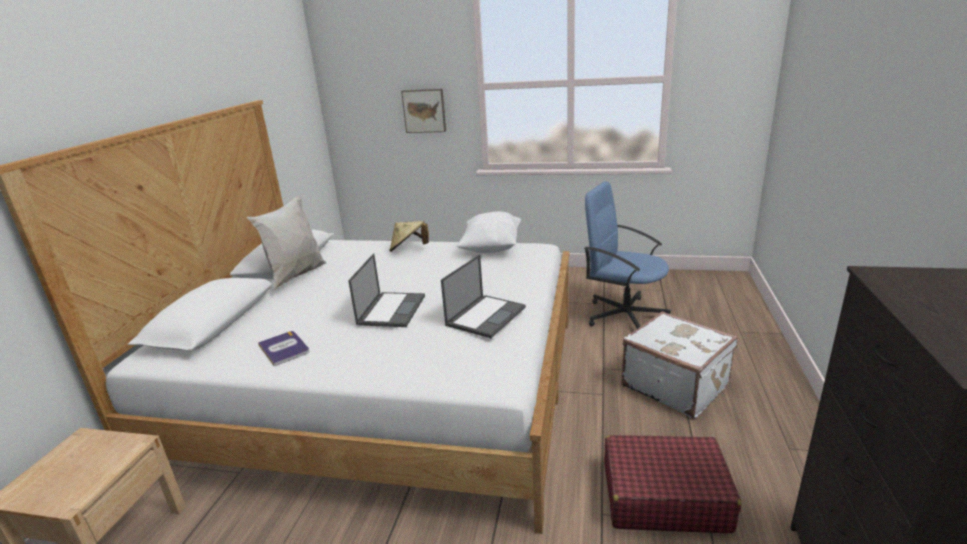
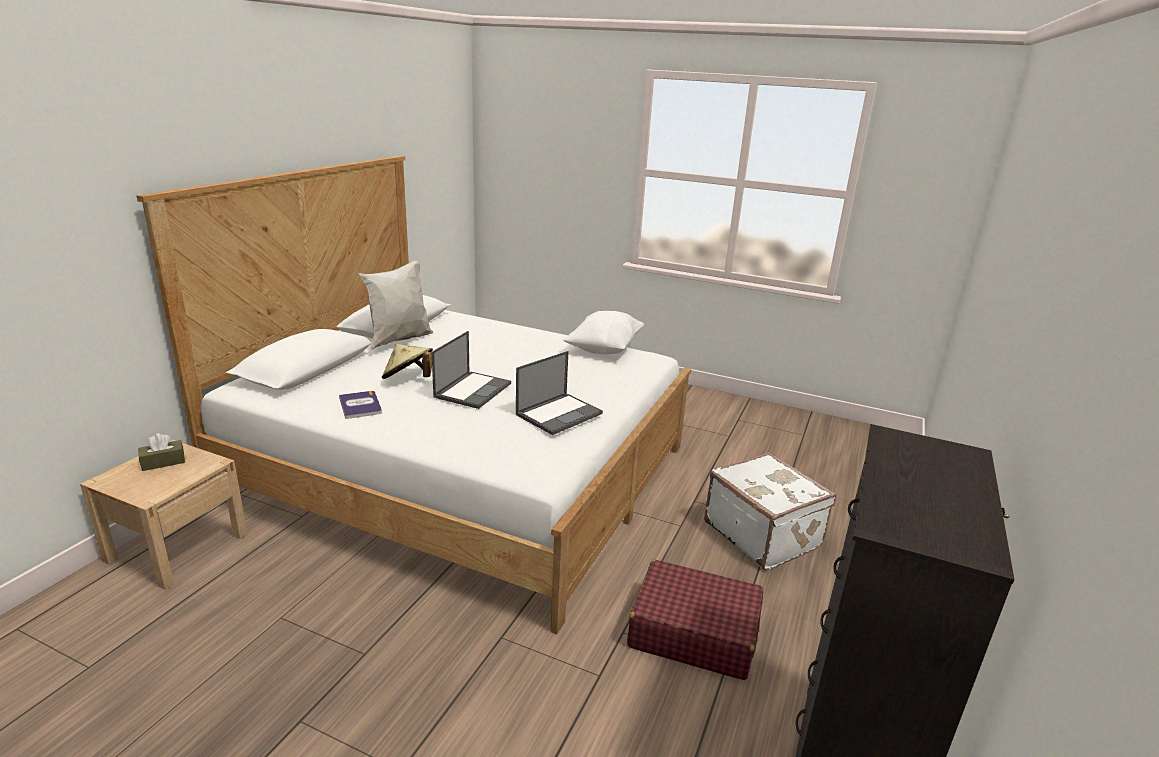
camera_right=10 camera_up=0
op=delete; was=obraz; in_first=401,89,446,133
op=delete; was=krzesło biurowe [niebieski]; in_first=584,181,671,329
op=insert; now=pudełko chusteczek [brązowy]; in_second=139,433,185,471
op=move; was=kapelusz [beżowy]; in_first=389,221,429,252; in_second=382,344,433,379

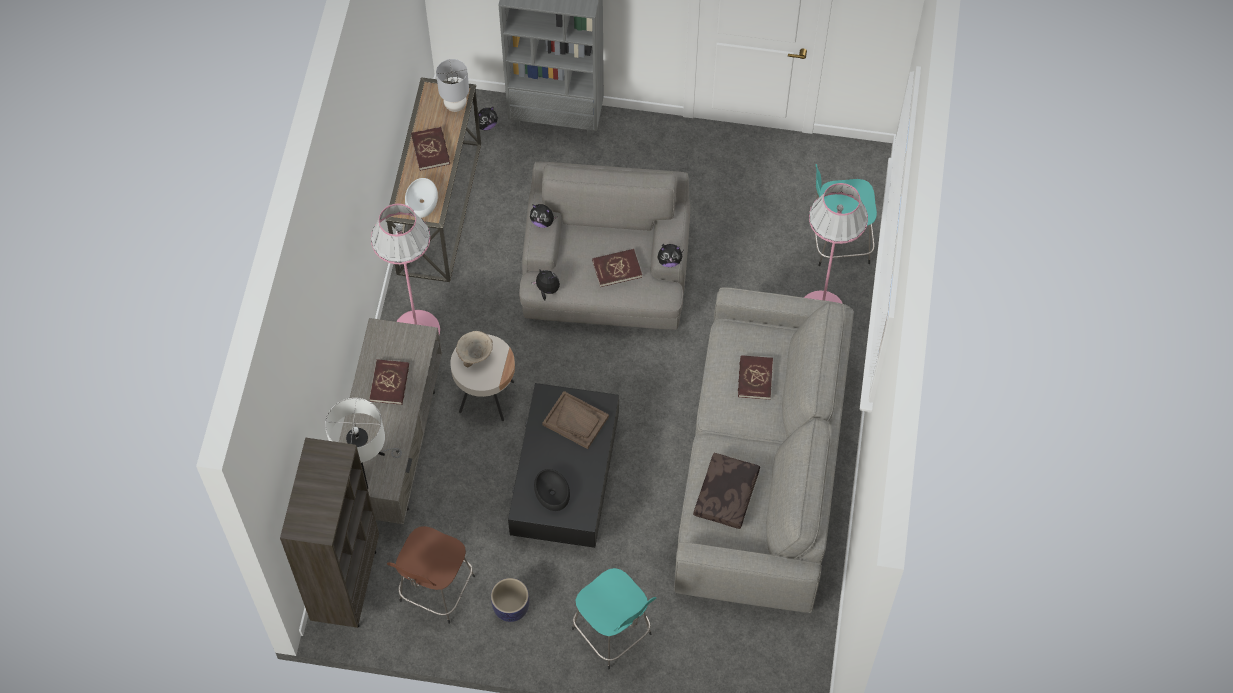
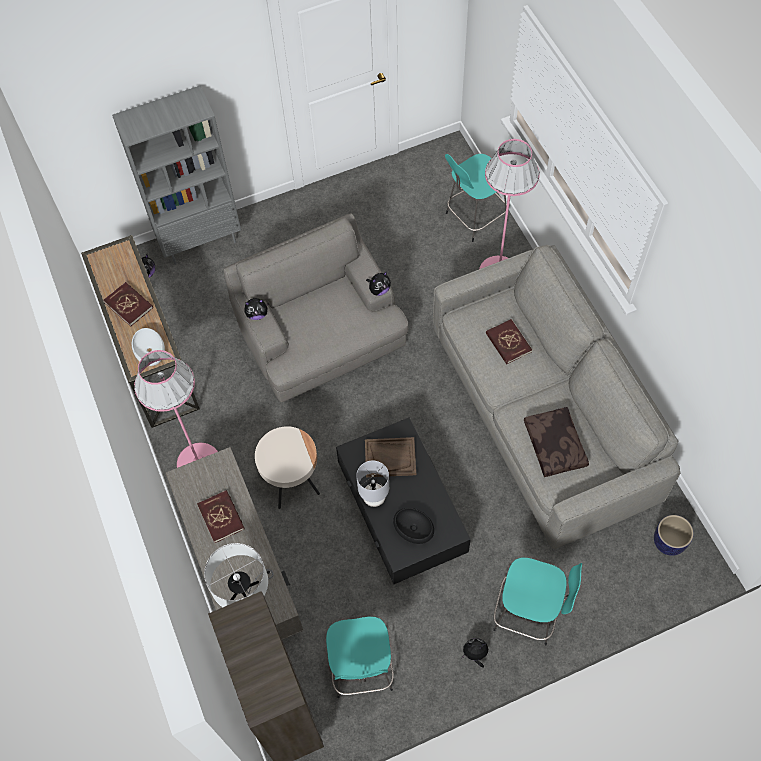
camera_right=-30 camera_up=0
op=delete; was=miska [beżowy]; in_first=456,331,493,367
op=delete; was=książka [czerwony]; in_first=592,249,642,287
op=move; was=lampa stołowa [szary]; in_first=436,59,469,112; in_second=356,461,389,507
op=move; was=donica; in_first=491,578,529,622; in_second=654,515,694,556
op=move; was=pluszak; in_first=532,269,560,301; in_second=462,638,488,668
op=recolor; was=stołek [brązowy]; now=stołek [turkusowy]; in_first=387,526,475,624; in_second=326,617,394,698

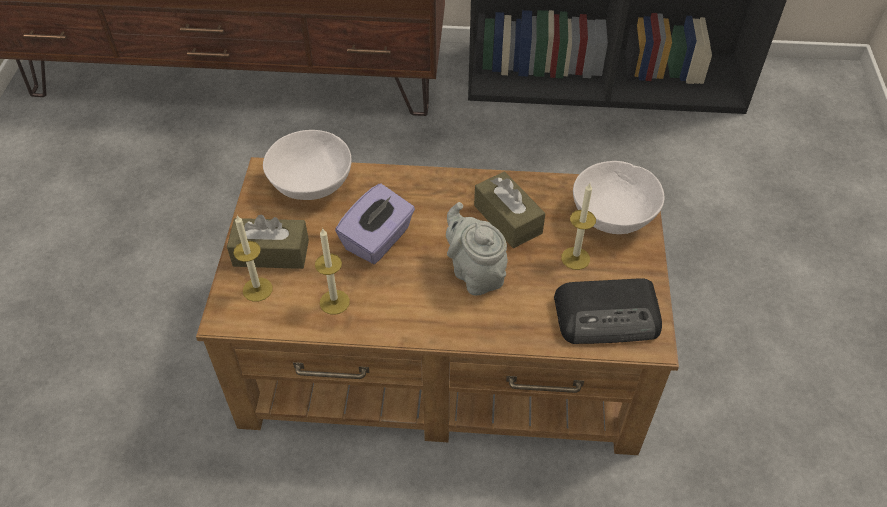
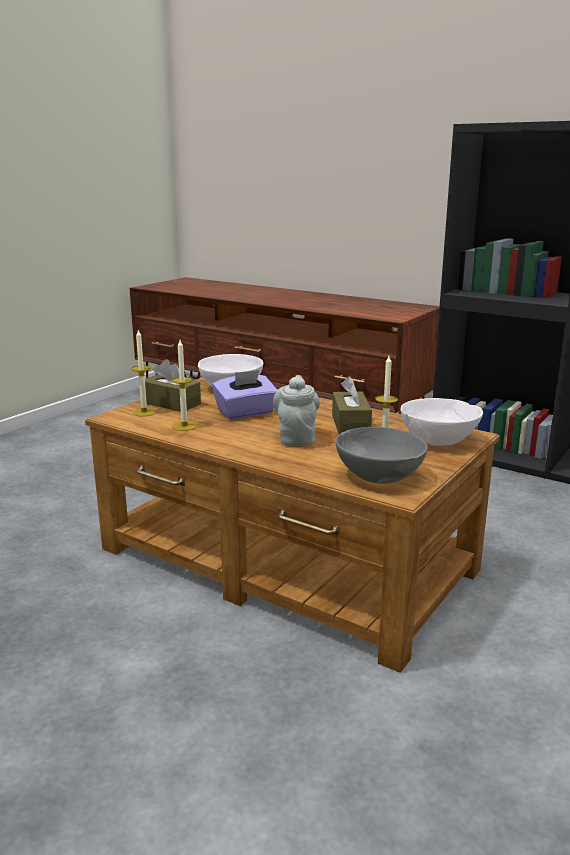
camera_right=30 camera_up=-30
op=replace; was=radio; now=miska [szary]; in_first=554,278,662,344; in_second=336,427,428,484

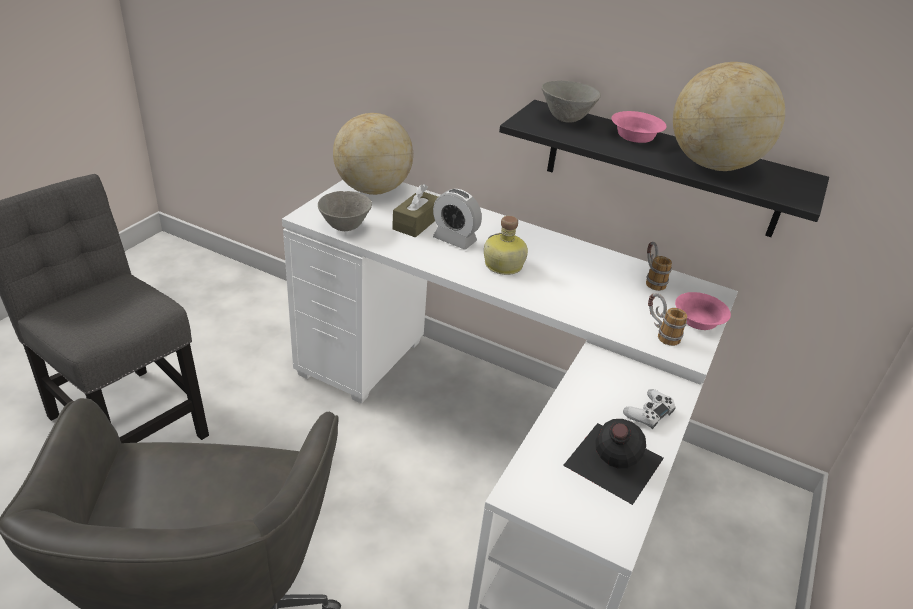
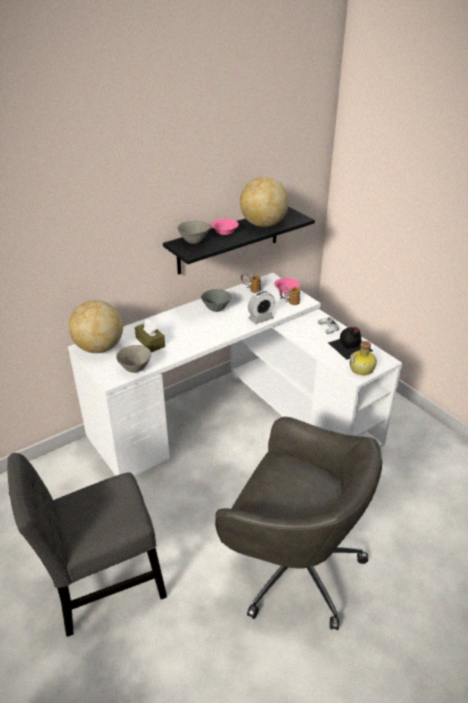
camera_right=-60 camera_up=0
op=insert; now=miska [szary]; in_second=201,289,231,312
op=move; was=budzik; in_first=433,189,482,249; in_second=248,291,275,324
op=move; was=butelka; in_first=484,216,528,275; in_second=350,341,377,376

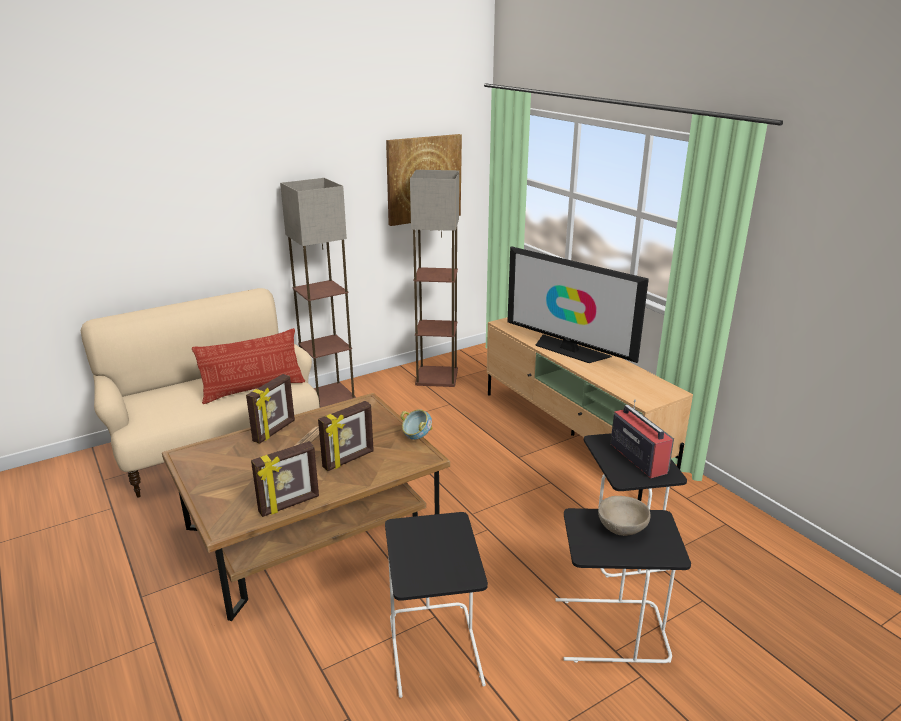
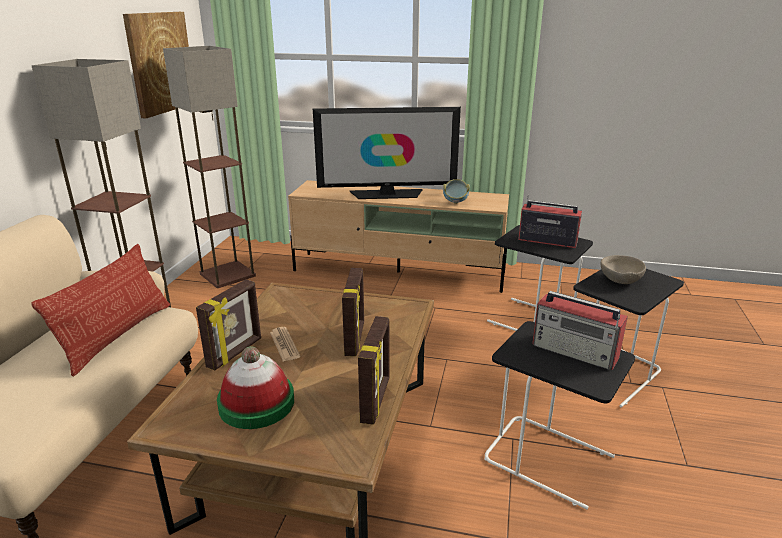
camera_right=-45 camera_up=0
op=insert; now=kapelusz; in_second=217,346,294,429
op=insert; now=radio; in_second=532,291,628,370
op=move; was=miska; in_first=401,409,432,440; in_second=443,179,470,204
op=rotate; was=ramka na zdjęcie; in_first=246,374,295,444; in_second=196,279,261,371; clockwise=45

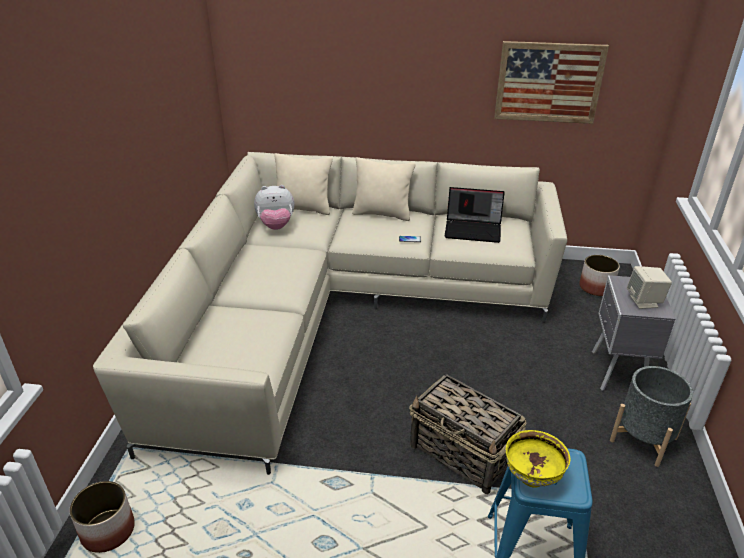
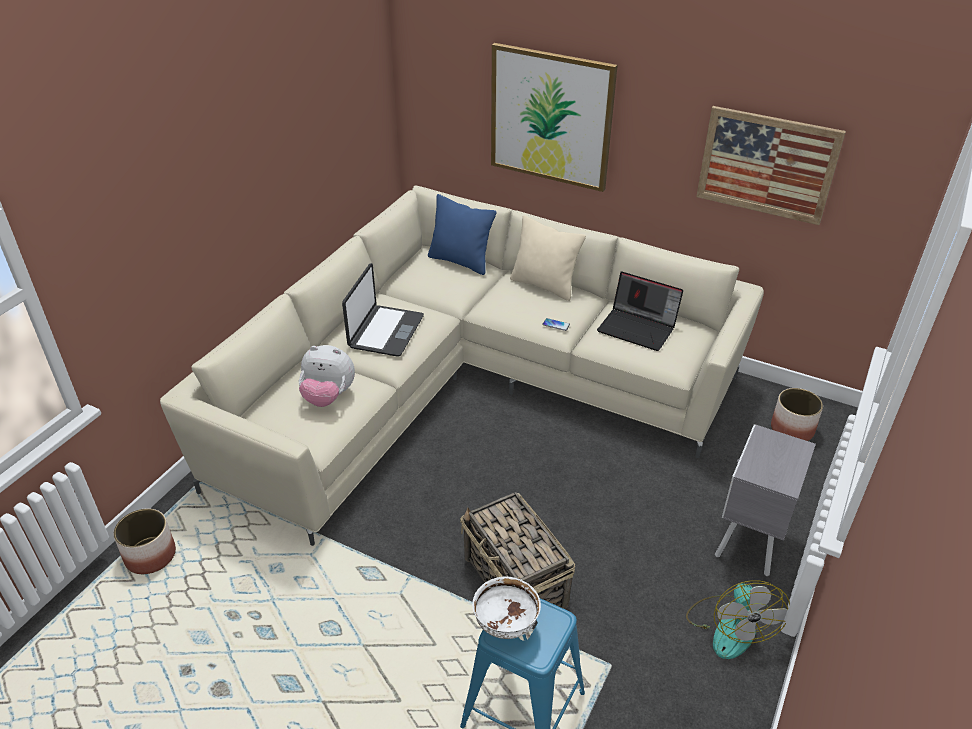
camera_right=20 camera_up=5
op=delete; was=głośnik [beżowy]; in_first=627,266,672,309
op=insert; now=laptop; in_second=342,263,424,357
op=insert; now=obraz; in_second=491,43,618,192
op=move; was=pluszak; in_first=254,185,294,230; in_second=299,345,355,407
op=replace; was=donica [szary]; now=wentylator; in_first=610,366,693,467; in_second=686,580,790,659
op=recolor; was=poduszka [beżowy]; now=poduszka [niebieski]; in_first=274,153,333,215; in_second=428,194,496,275
op=recolor; was=miska [żółty]; now=miska [biały]; in_first=506,430,570,488; in_second=472,576,541,639

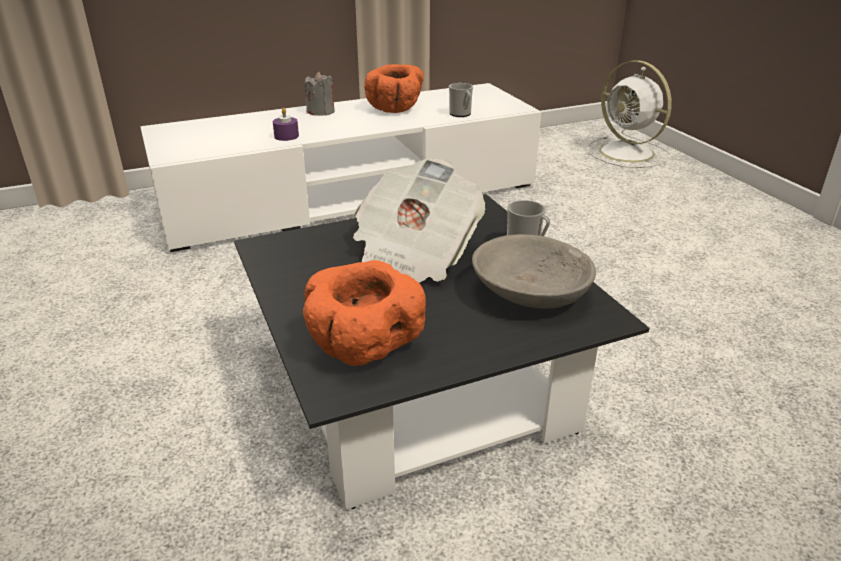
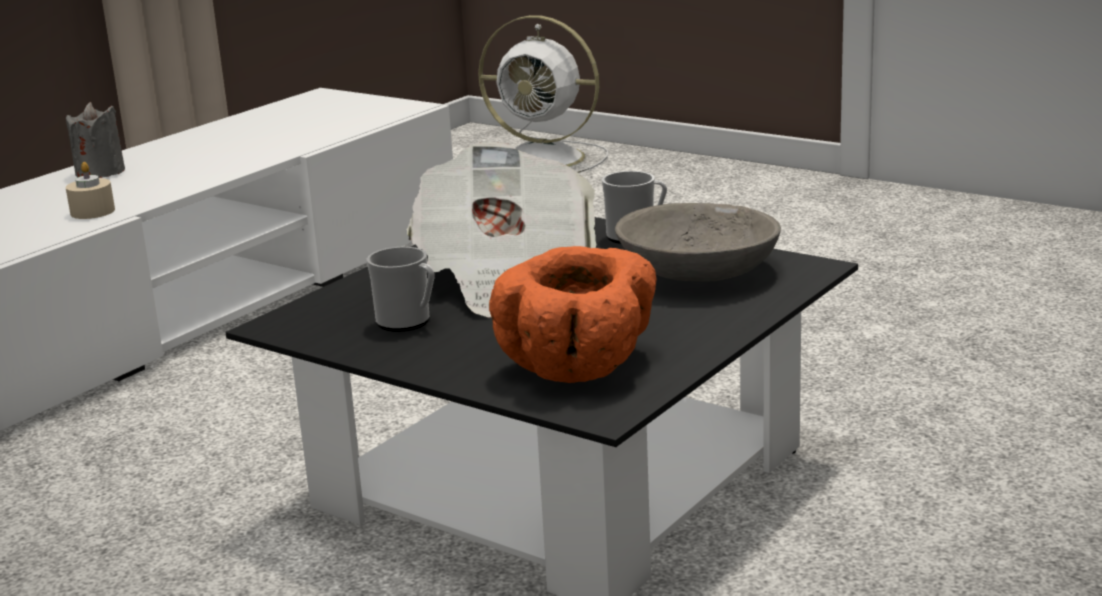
camera_right=-30 camera_up=-10
op=delete; was=miska [pomarańczowy]; in_first=364,64,424,113
op=move; was=kubek; in_first=449,83,473,117; in_second=367,247,435,332
op=recolor; was=świeca [fioletowy]; now=świeca [beżowy]; in_first=273,108,299,141; in_second=66,162,115,219

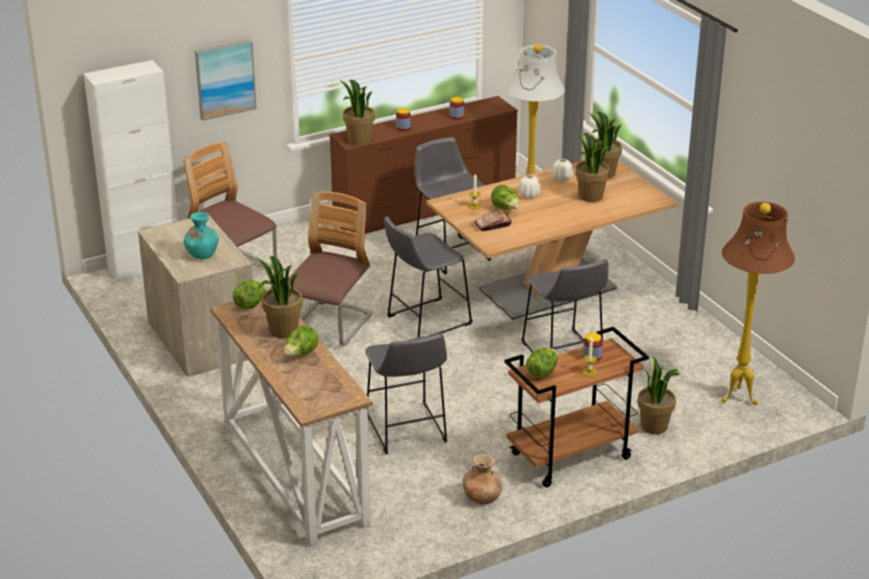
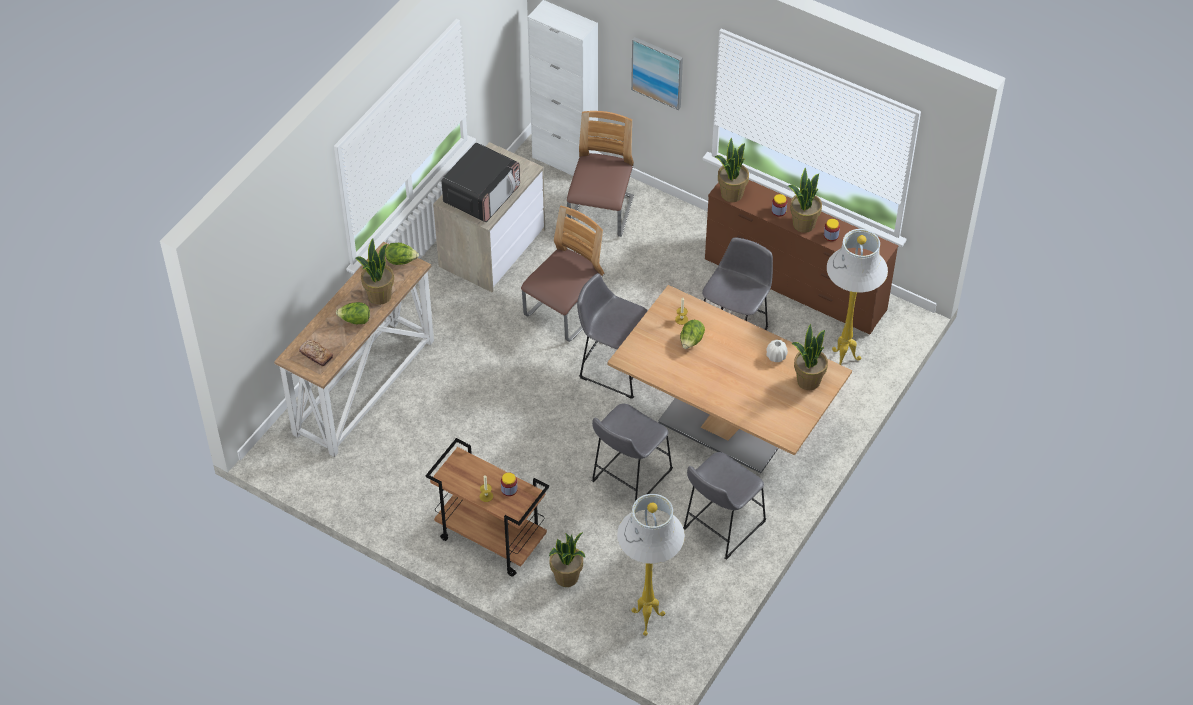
camera_right=60 camera_up=20
op=delete; was=wazon [brązowy]; in_first=463,454,503,504
op=delete; was=wazon [biały]; in_first=519,175,540,198
op=delete; was=sałata; in_first=526,348,558,378
op=move; was=stołek [szary]; in_first=365,333,447,454; in_second=683,452,766,560
op=move; was=chleb; in_first=475,212,512,231; in_second=299,340,333,366
op=move; was=roślina doniczkowa; in_first=574,133,610,202; in_second=788,168,822,233
op=replace; was=wazon [turkusowy]; now=mikrofalówka; in_first=184,212,219,259; in_second=441,143,520,222
op=recolor; was=lampa stojąca [brązowy]; now=lampa stojąca [biały]; in_first=721,202,795,405; in_second=617,494,685,636
op=rotate; was=krzesło; in_first=289,191,373,346; in_second=521,206,605,342; clockwise=-45

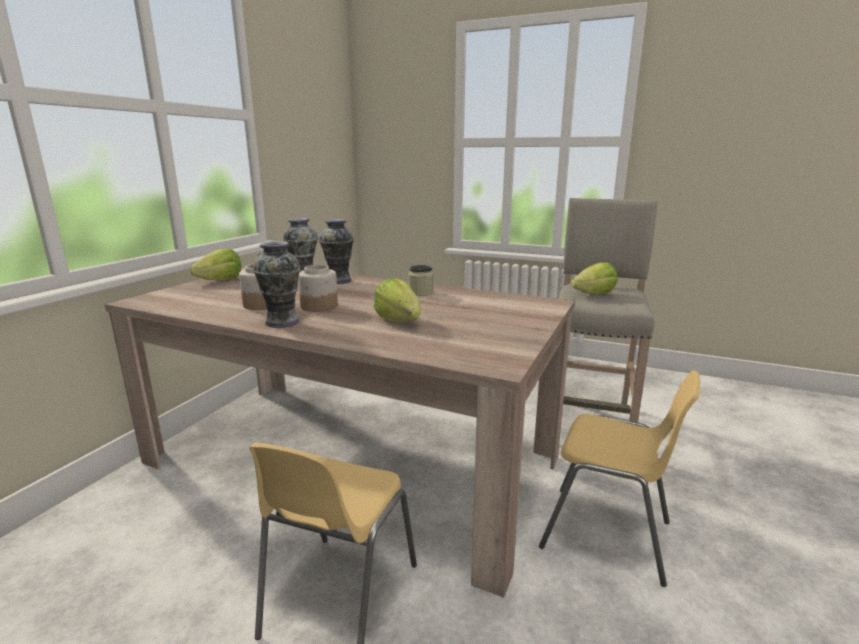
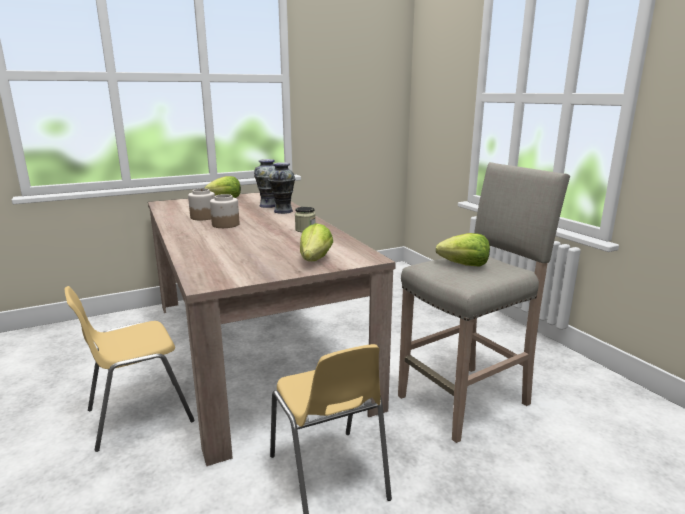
camera_right=40 camera_up=0
op=delete; was=wazon; in_first=253,241,301,328
op=move; was=sałata; in_first=373,278,421,323; in_second=300,223,333,261

